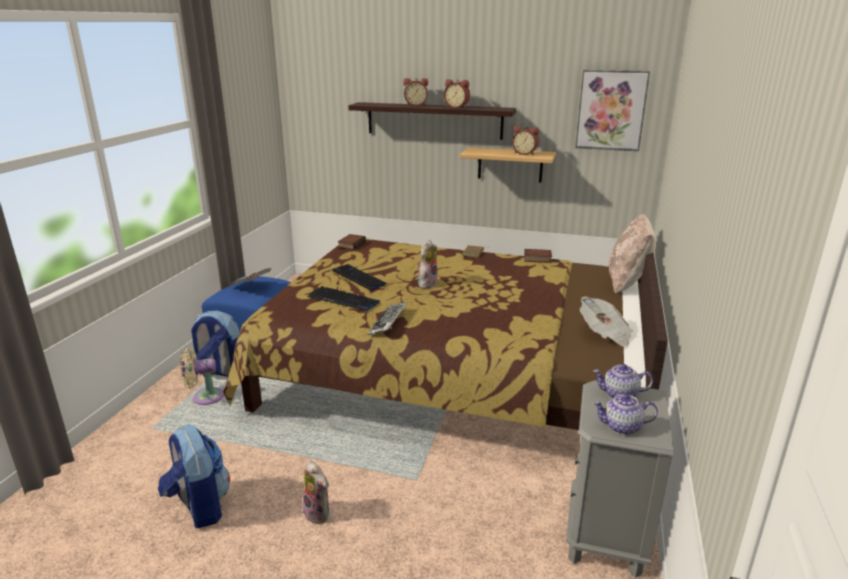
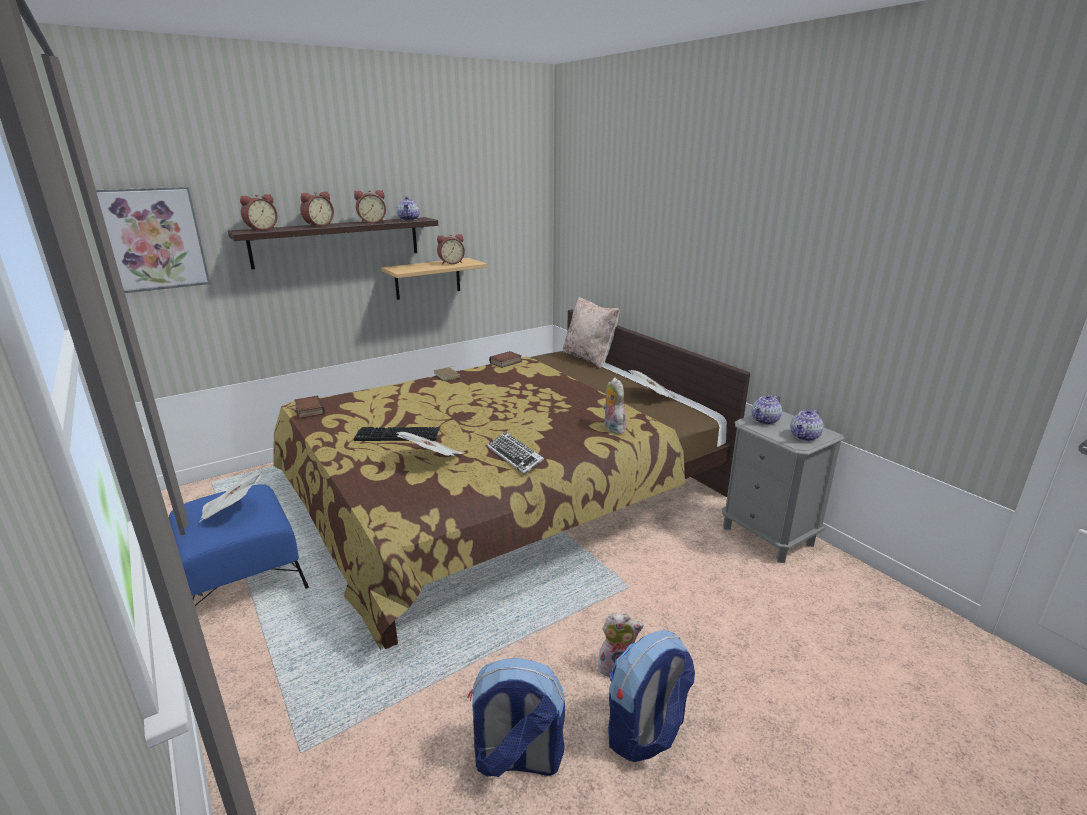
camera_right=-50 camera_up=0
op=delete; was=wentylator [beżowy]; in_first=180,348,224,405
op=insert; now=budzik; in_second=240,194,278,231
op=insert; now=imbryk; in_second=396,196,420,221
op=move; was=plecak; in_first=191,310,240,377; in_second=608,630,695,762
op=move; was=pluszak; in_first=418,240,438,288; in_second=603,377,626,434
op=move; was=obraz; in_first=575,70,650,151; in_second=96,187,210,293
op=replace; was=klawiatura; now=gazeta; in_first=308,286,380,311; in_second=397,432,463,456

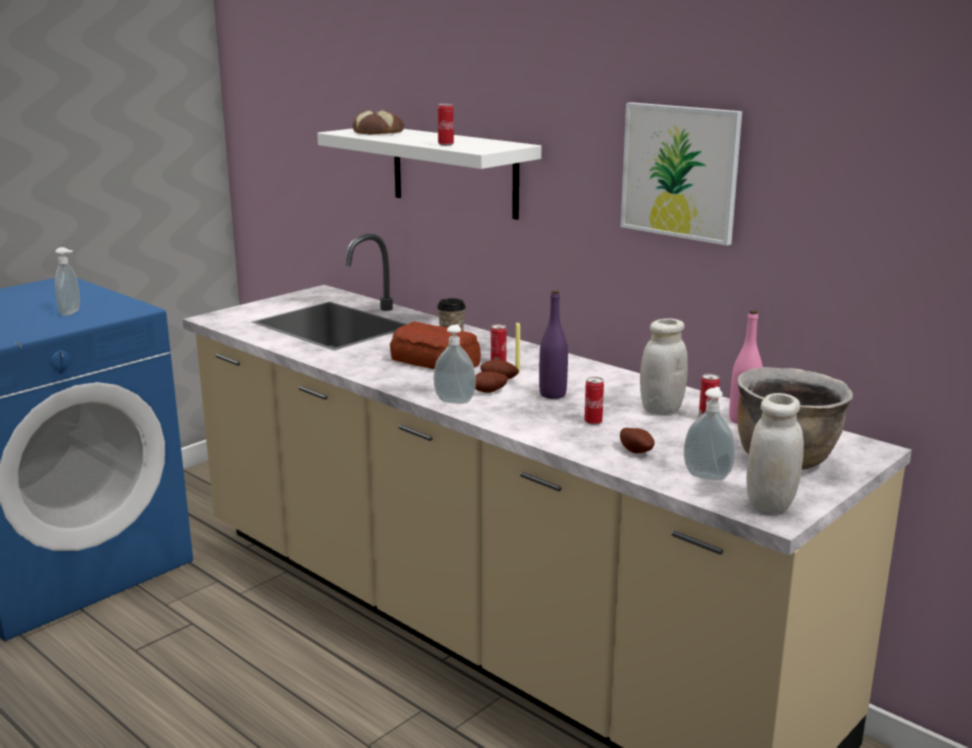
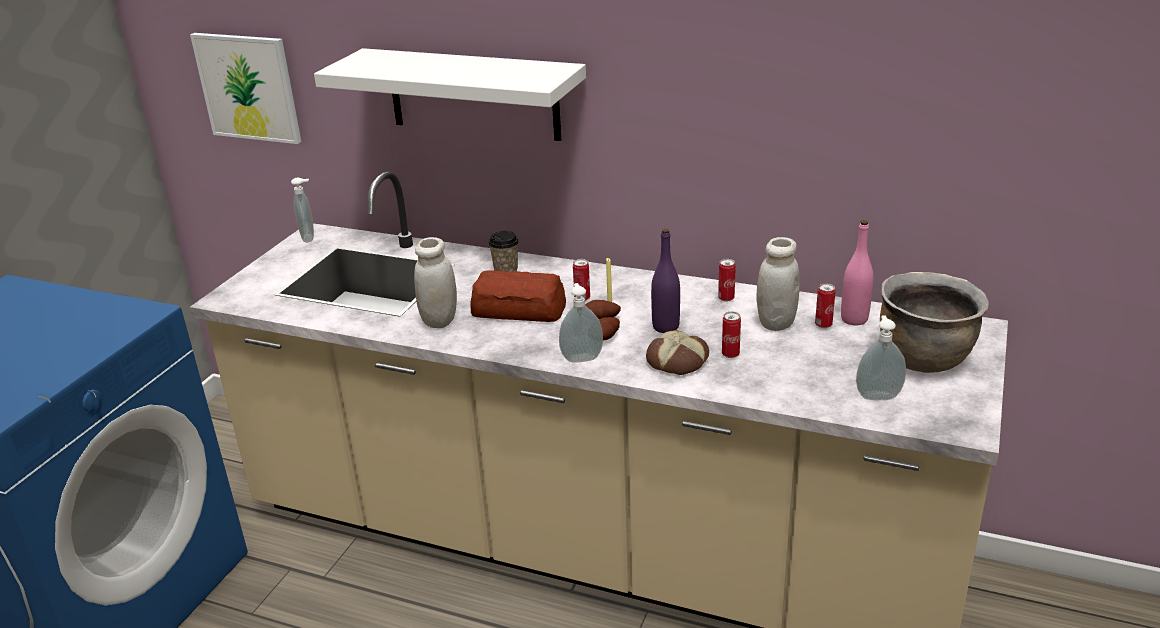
camera_right=-20 camera_up=10
op=delete; was=ziemniak; in_first=620,428,655,453
op=move; was=dozownik mydła; in_first=55,247,80,316; in_second=291,178,314,243
op=move; was=chleb; in_first=352,110,404,135; in_second=646,330,709,375
op=move; was=puszka; in_first=438,104,454,146; in_second=718,259,736,302
op=move; was=obraz; in_first=621,102,742,246; in_second=190,33,301,144
op=move; was=słoik [biały]; in_first=746,393,804,514; in_second=414,237,457,328

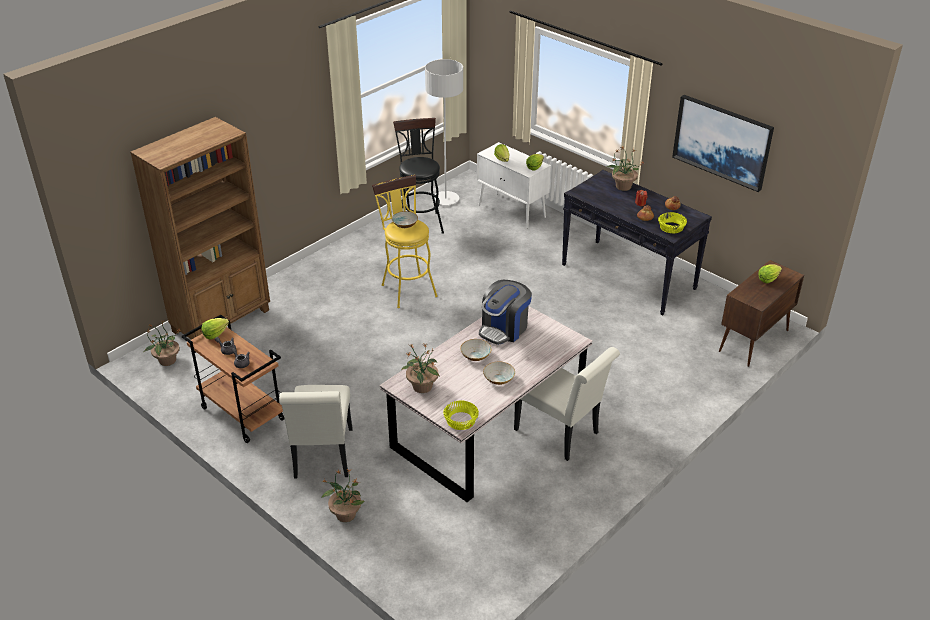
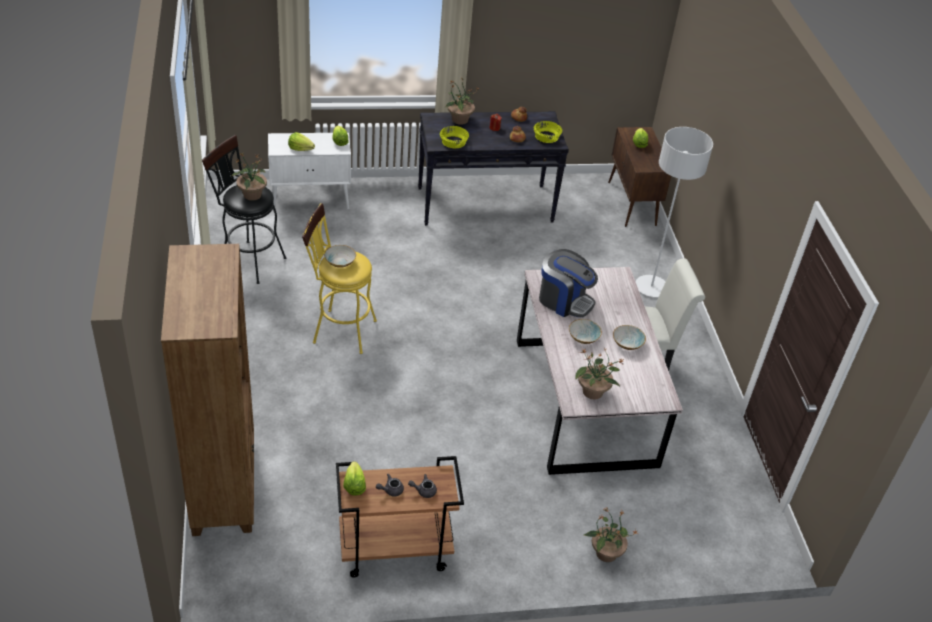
camera_right=-55 camera_up=5
op=delete; was=krzesło [biały]; in_first=279,385,353,479
op=delete; was=obraz; in_first=672,95,774,192
op=move; was=roślina doniczkowa; in_first=144,320,180,366; in_second=231,153,267,200
op=move; was=lampa stojąca [szary]; in_first=425,59,463,205; in_second=636,127,713,297
op=move; was=miska [żółty]; in_first=443,401,479,430; in_second=440,126,469,148
op=rotate; was=ekspres do kawy; in_first=479,280,532,345; in_second=539,249,598,317; clockwise=-45

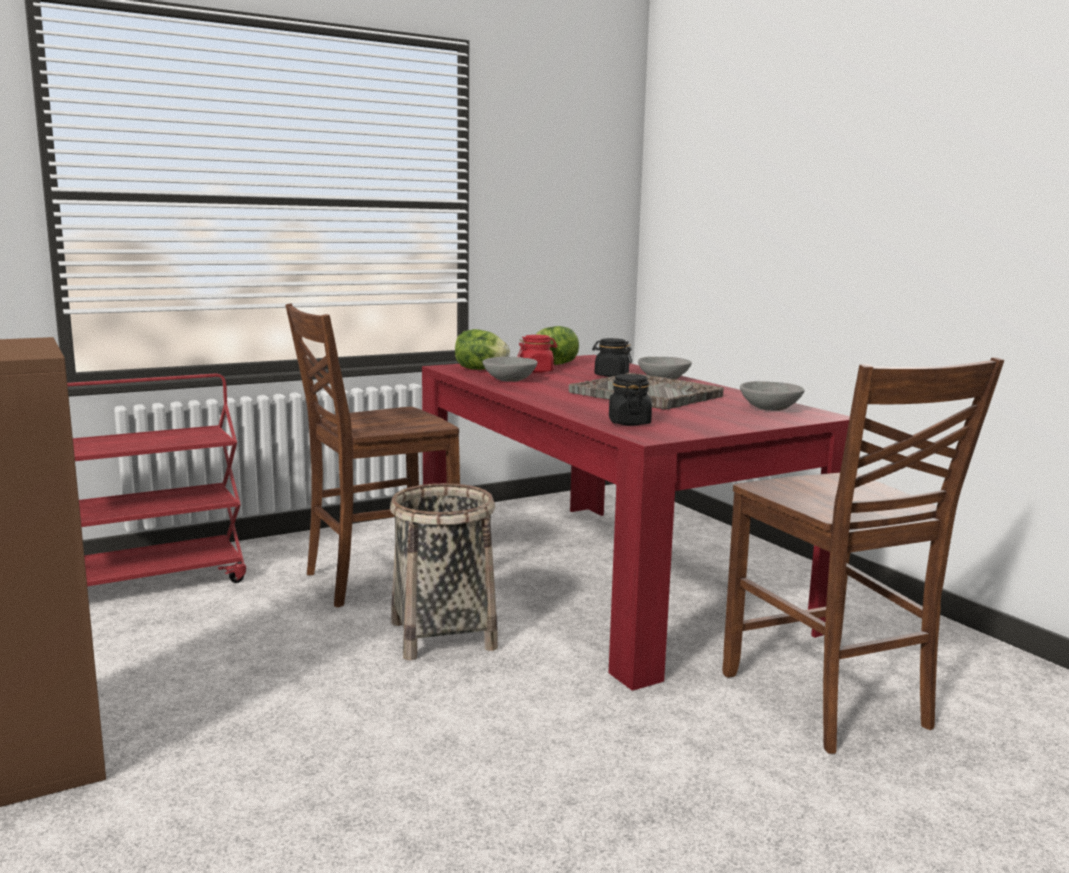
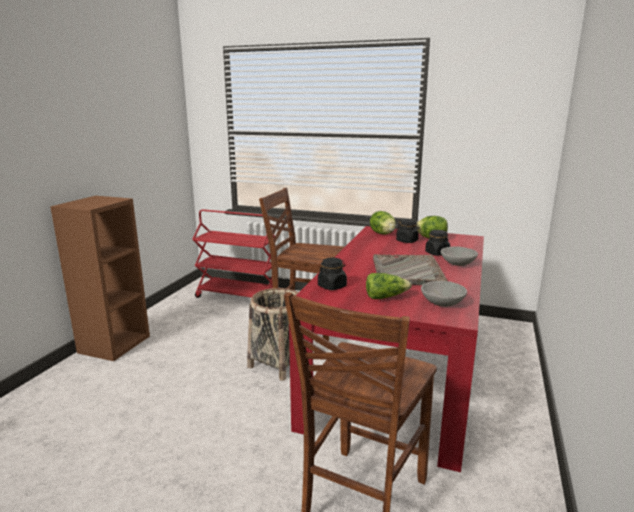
camera_right=50 camera_up=5
op=delete; was=miska [szary]; in_first=482,357,538,382
op=insert; now=sałata; in_second=366,273,412,299
op=recolor; was=słoik [czerwony]; now=słoik [czarny]; in_first=518,335,557,373; in_second=396,219,420,243

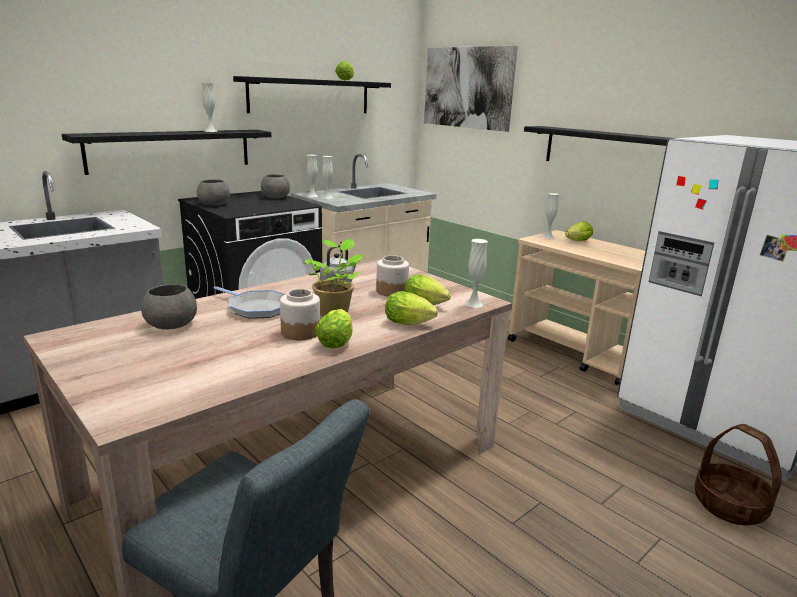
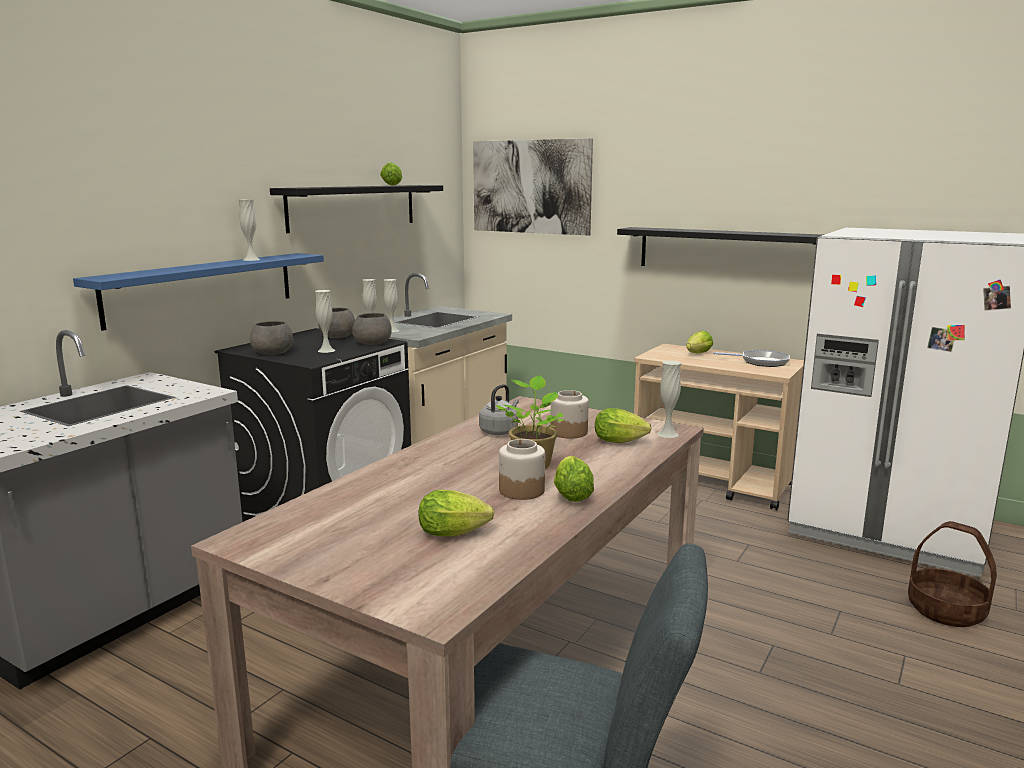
camera_right=-15 camera_up=-5
op=move; was=miska [szary]; in_first=141,284,197,330; in_second=353,313,392,345
op=move; was=patelnia; in_first=213,286,286,319; in_second=713,350,790,367
op=move; was=sałata; in_first=385,291,438,325; in_second=419,490,494,537
op=move; was=wazon [biały]; in_first=542,193,559,239; in_second=315,290,335,353
op=recolor; was=półka [czarny]; now=półka [niebieski]; in_first=62,130,271,175; in_second=73,253,324,331

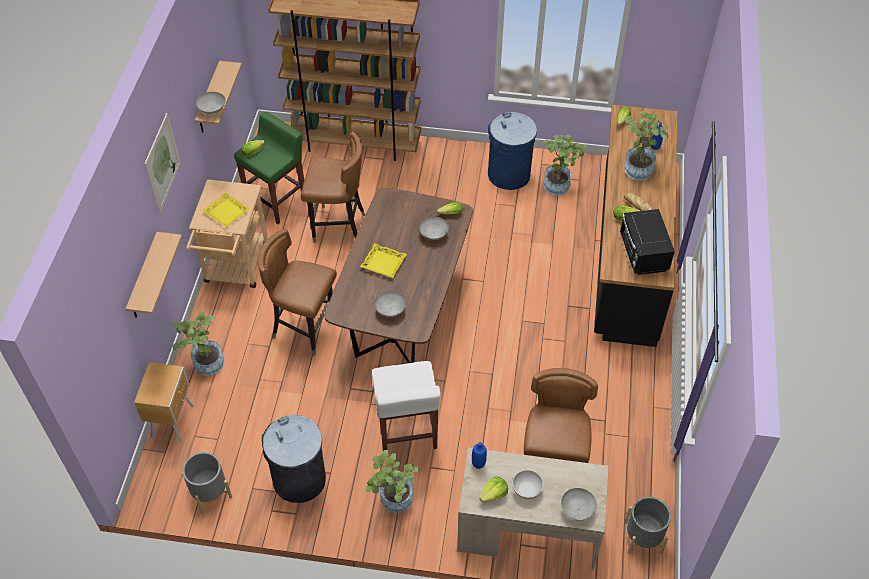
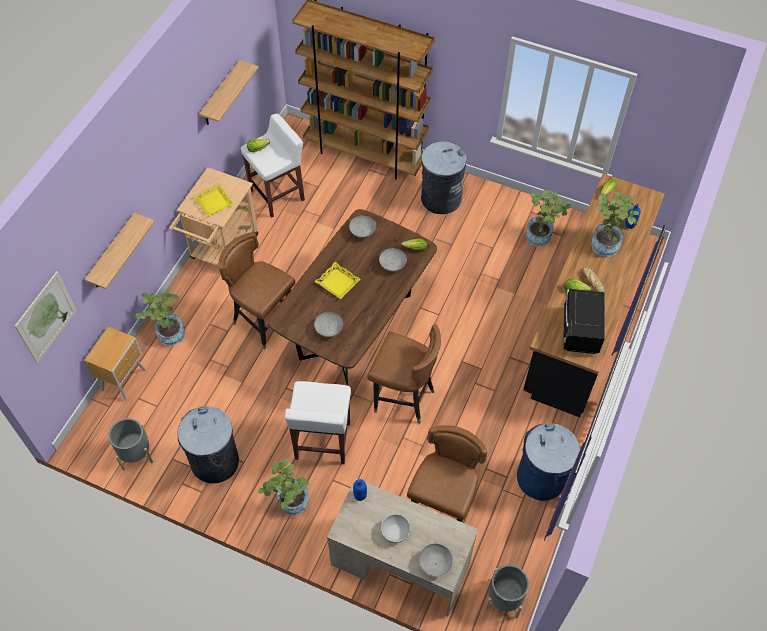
camera_right=15 camera_up=5
op=delete; was=sałata; in_first=480,477,508,503
op=insert; now=kosz na śmieci [szary]; in_second=421,141,466,214
op=move; was=obraz; in_first=144,113,181,213; in_second=15,271,77,363
op=move; was=miska [szary]; in_first=196,92,226,114; in_second=349,215,376,238
op=move; was=krzesło [brązowy]; in_first=301,132,365,243; in_second=367,324,441,424
op=move; was=kosz na śmieci [niebieski]; in_first=488,112,537,190; in_second=517,423,580,501
op=recolor; was=stołek [zielony]; now=stołek [biały]; in_first=234,112,304,224; in_second=241,114,305,218

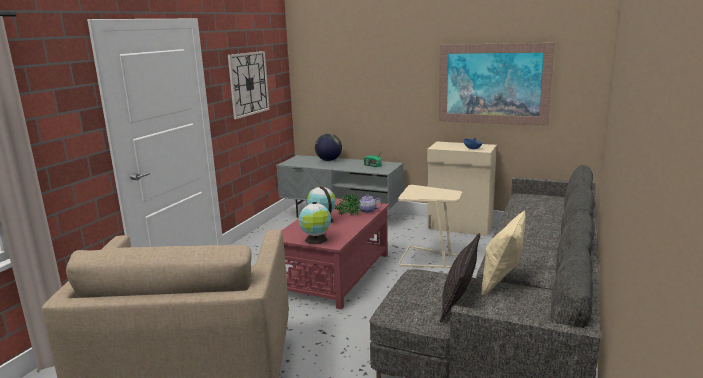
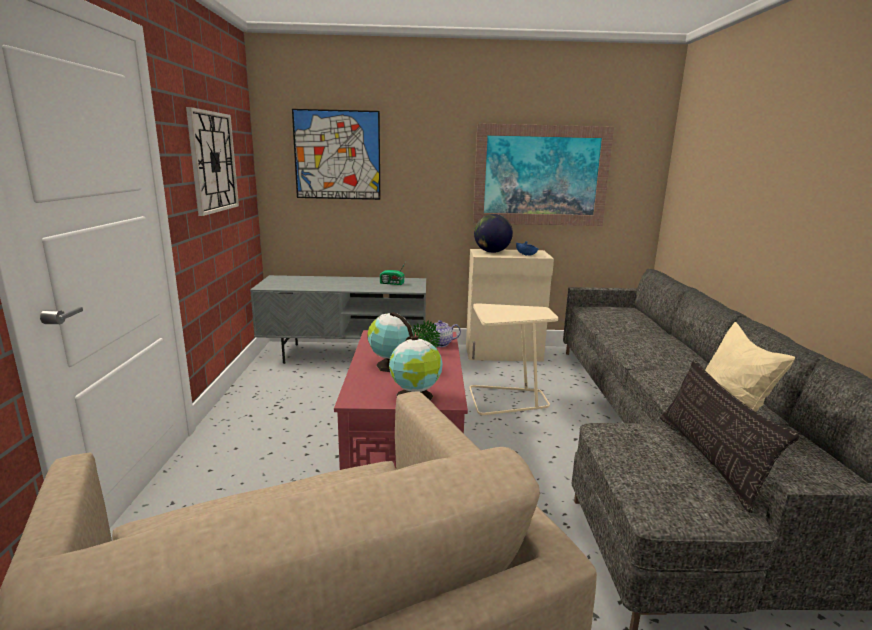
camera_right=-25 camera_up=0
op=insert; now=obraz; in_second=292,109,380,200
op=move; was=globus; in_first=315,134,342,161; in_second=474,214,513,253

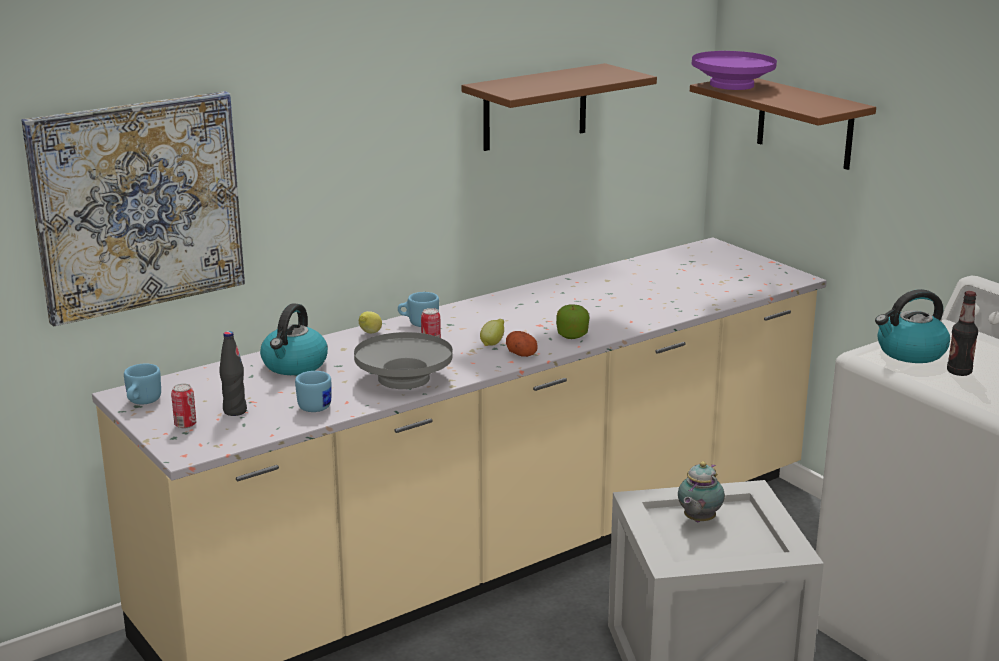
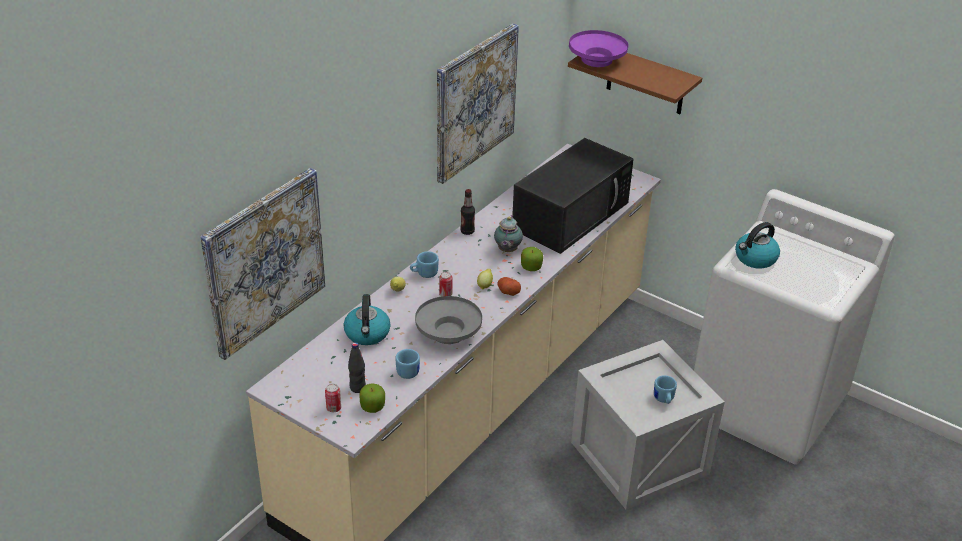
camera_right=-20 camera_up=15
op=insert; now=jabłko; in_second=359,384,385,413
op=insert; now=mikrofalówka [czarny]; in_second=512,138,634,254
op=move; was=kubek [niebieski]; in_first=124,364,161,404; in_second=654,375,677,404
op=move; was=imbryk; in_first=678,461,725,522; in_second=494,215,523,252
op=move; was=butelka; in_first=947,291,978,376; in_second=461,189,475,235
op=replace; was=półka [brązowy]; now=obraz; in_first=462,63,657,151; in_second=437,24,519,184

